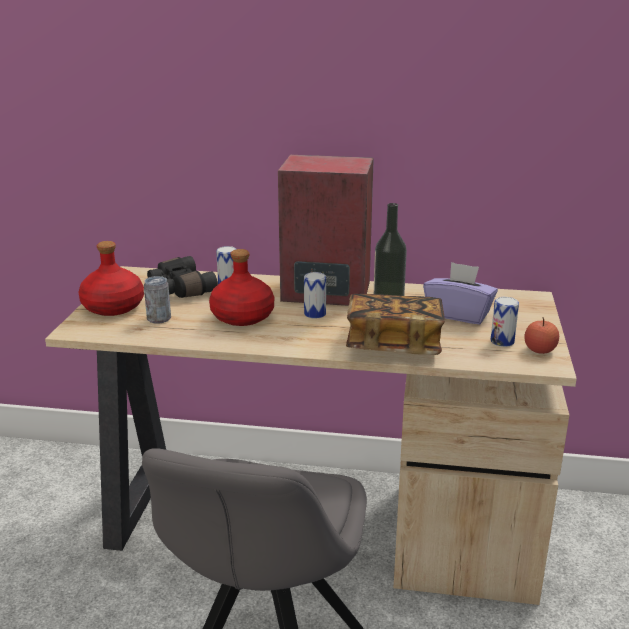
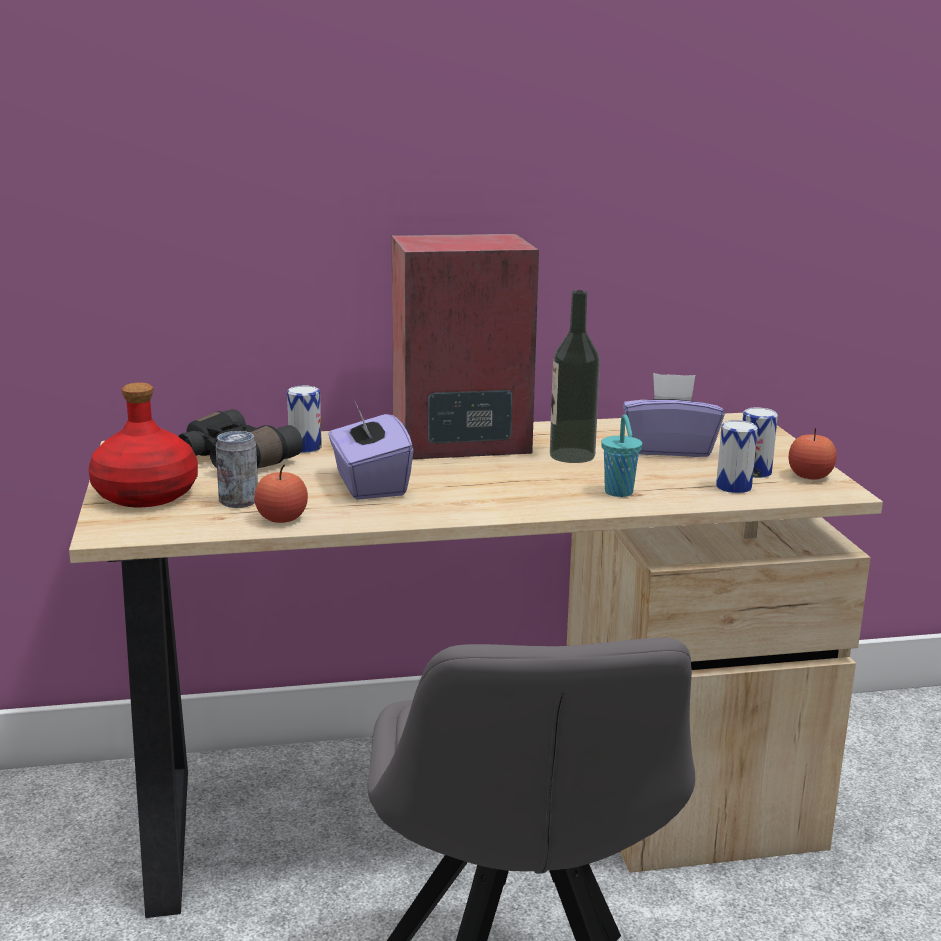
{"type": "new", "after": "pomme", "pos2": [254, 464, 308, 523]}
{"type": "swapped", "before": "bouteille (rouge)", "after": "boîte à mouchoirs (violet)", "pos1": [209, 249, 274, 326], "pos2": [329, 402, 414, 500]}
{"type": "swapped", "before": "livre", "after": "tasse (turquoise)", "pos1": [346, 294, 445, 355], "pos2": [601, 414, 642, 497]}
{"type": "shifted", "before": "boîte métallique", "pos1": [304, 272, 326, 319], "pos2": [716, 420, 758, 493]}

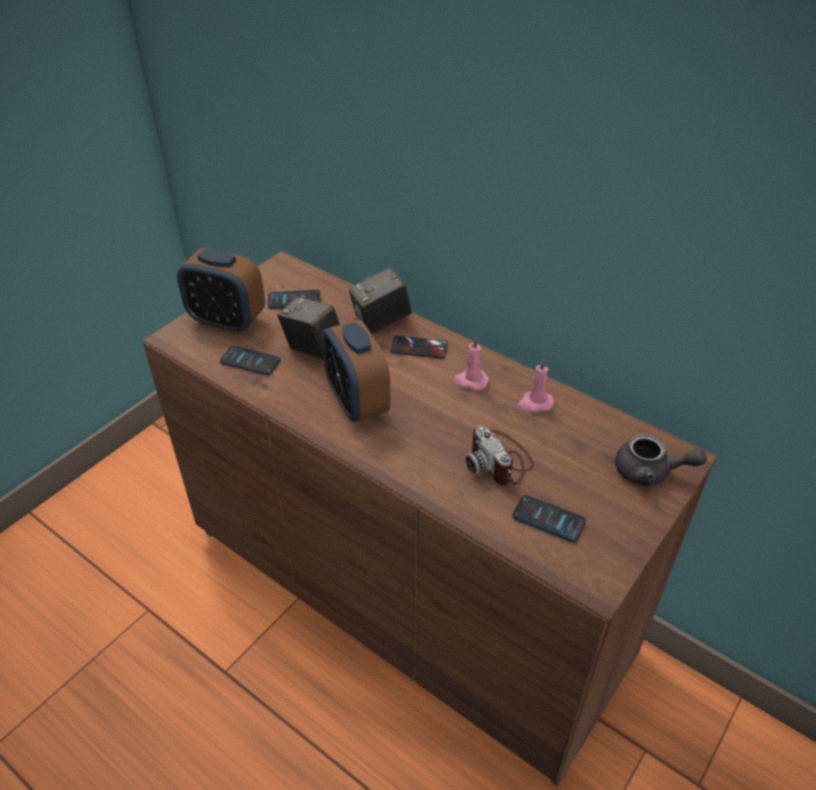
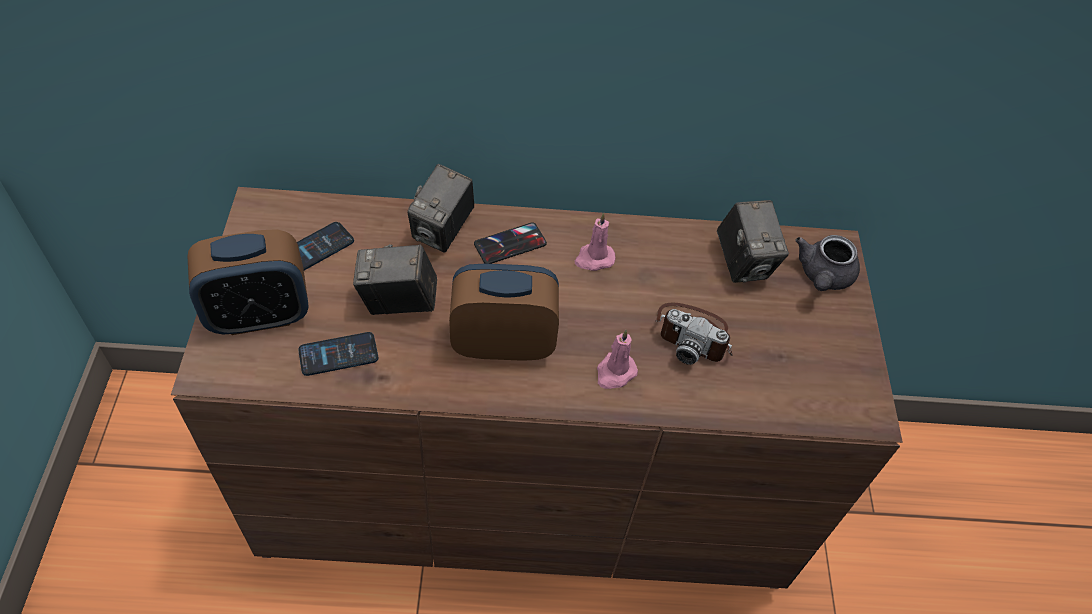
{"type": "rotated", "before": "réveil", "pos1": [322, 319, 391, 422], "pos2": [449, 264, 559, 361], "turn": 150}
{"type": "shifted", "before": "bougie (rose)", "pos1": [517, 359, 554, 413], "pos2": [597, 330, 638, 389]}
{"type": "new", "after": "appareil photo", "pos2": [717, 200, 789, 283]}
{"type": "rotated", "before": "théière (gris)", "pos1": [615, 434, 707, 487], "pos2": [796, 235, 860, 291], "turn": 135}
{"type": "gone", "before": "téléphone", "pos1": [512, 495, 586, 542]}

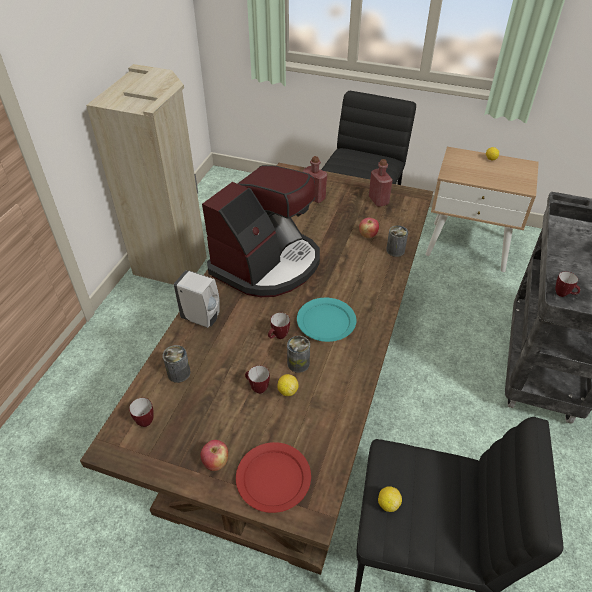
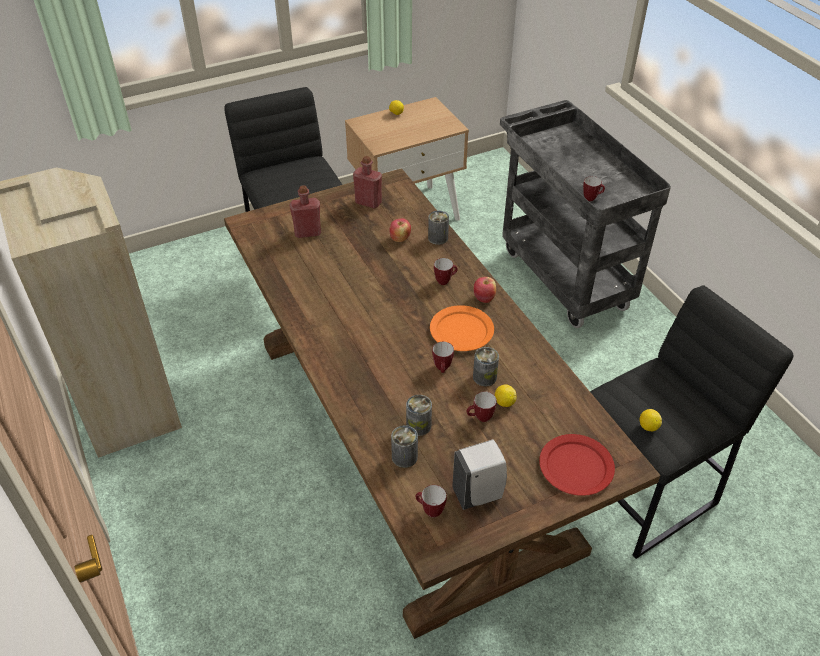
{"type": "new", "after": "boîte métallique", "pos2": [406, 395, 432, 436]}
{"type": "repainted", "before": "assiette (turquoise)", "after": "assiette (orange)", "pos1": [297, 298, 356, 342], "pos2": [430, 305, 494, 351]}
{"type": "new", "after": "mug", "pos2": [434, 258, 458, 285]}
{"type": "shifted", "before": "distributeur de savon (blanc)", "pos1": [174, 270, 220, 328], "pos2": [452, 439, 507, 510]}
{"type": "shifted", "before": "pomme", "pos1": [201, 440, 228, 471], "pos2": [473, 277, 496, 303]}
{"type": "gone", "before": "machine à café", "pos1": [202, 165, 320, 297]}

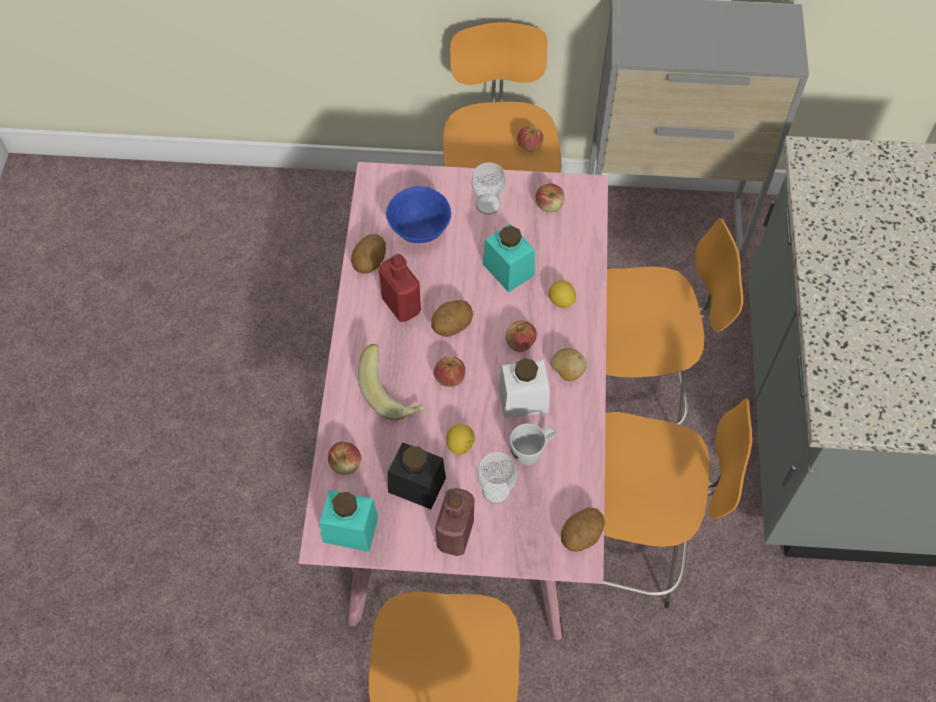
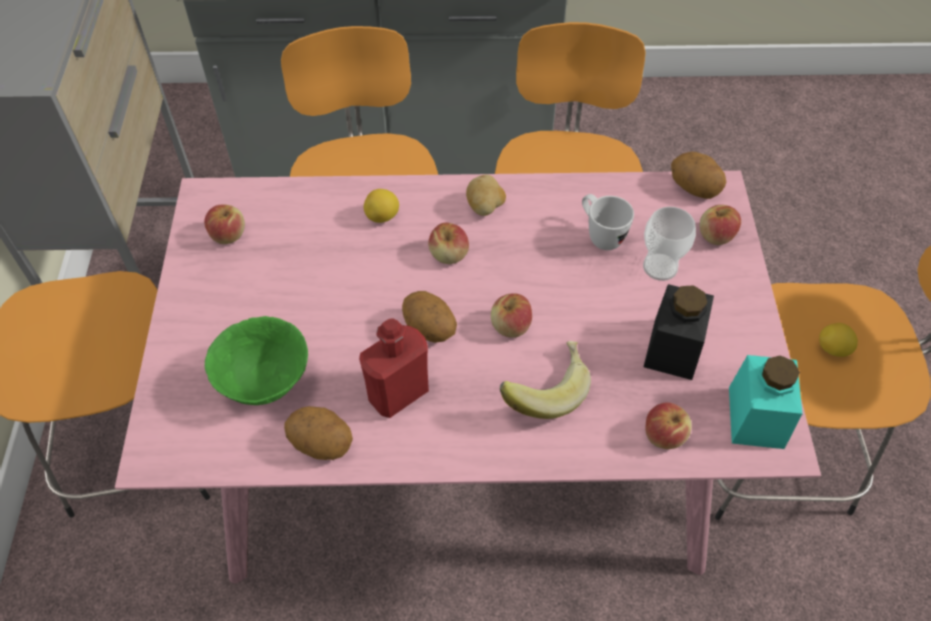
{"type": "repainted", "before": "bol (bleu)", "after": "bol (vert)", "pos1": [386, 186, 451, 243], "pos2": [205, 316, 308, 405]}
{"type": "shifted", "before": "pomme", "pos1": [517, 125, 544, 152], "pos2": [700, 205, 741, 245]}
{"type": "shifted", "before": "citron", "pos1": [446, 424, 475, 455], "pos2": [819, 323, 858, 357]}
{"type": "gone", "before": "bouteille (rouge)", "pos1": [435, 488, 474, 556]}
{"type": "gone", "before": "tasse", "pos1": [471, 163, 506, 215]}
{"type": "gone", "before": "bocal (turquoise)", "pos1": [483, 224, 535, 292]}
{"type": "gone", "before": "bocal (blanc)", "pos1": [499, 358, 550, 418]}

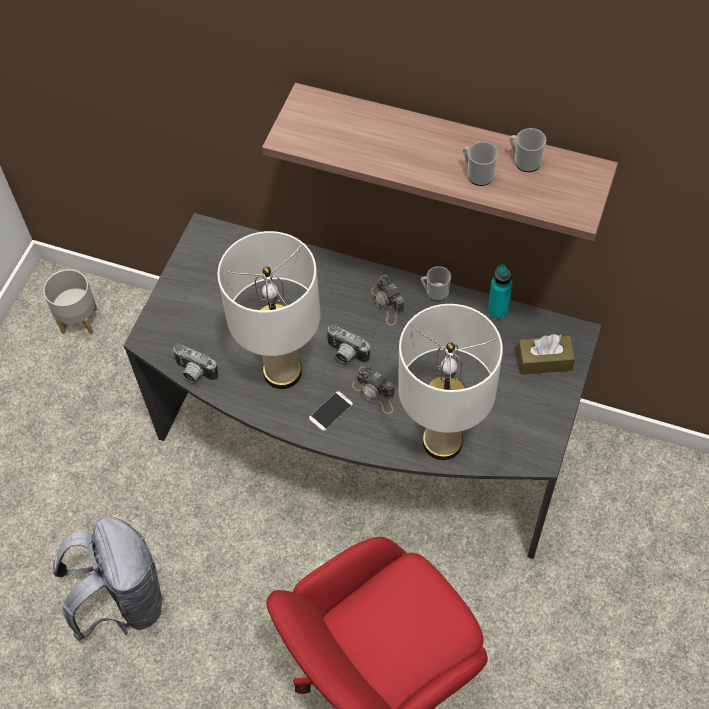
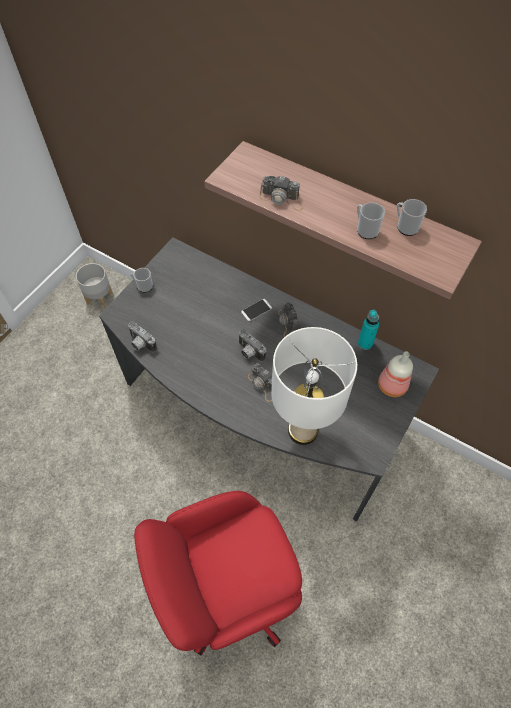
{"type": "shifted", "before": "mug", "pos1": [421, 266, 451, 301], "pos2": [131, 268, 153, 293]}
{"type": "shifted", "before": "téléphone", "pos1": [309, 391, 353, 431], "pos2": [241, 299, 272, 321]}
{"type": "new", "after": "appareil photo", "pos2": [259, 175, 304, 211]}
{"type": "swapped", "before": "boîte à mouchoirs (marron)", "after": "bouteille", "pos1": [517, 334, 575, 375], "pos2": [378, 351, 413, 397]}
{"type": "gone", "before": "sac à dos (gris)", "pos1": [53, 516, 164, 642]}
{"type": "gone", "before": "lampe de table (blanc)", "pos1": [217, 231, 321, 389]}

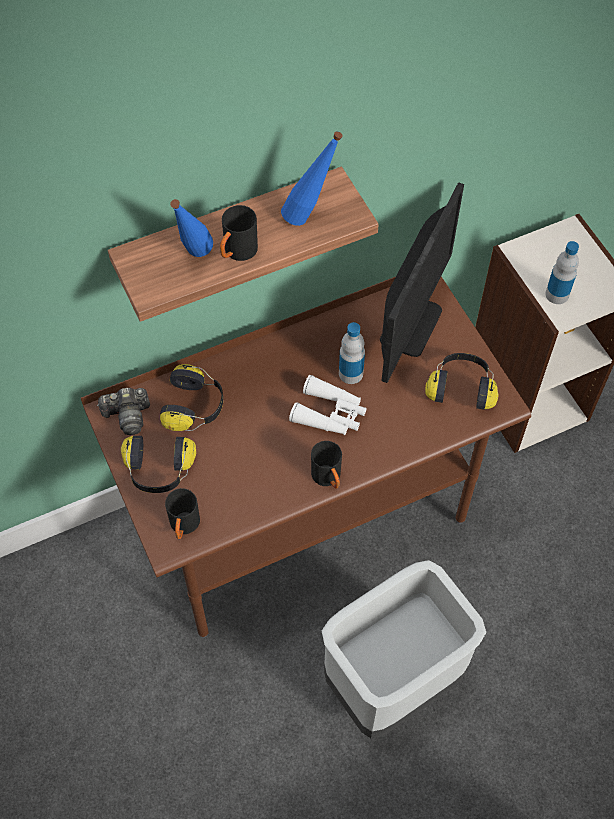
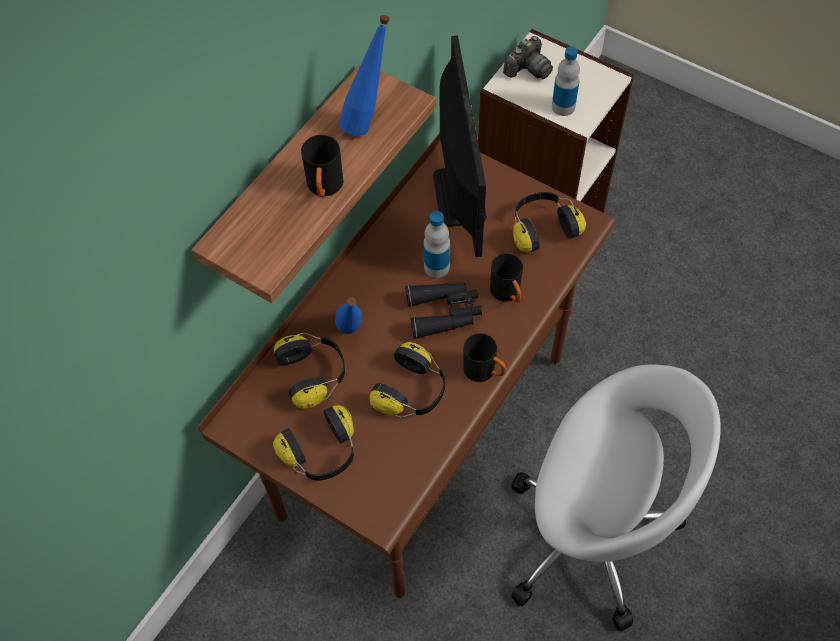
{"type": "shifted", "before": "bouteille (bleu)", "pos1": [170, 199, 213, 257], "pos2": [335, 297, 362, 334]}
{"type": "new", "after": "casque audio", "pos2": [370, 342, 445, 418]}
{"type": "repainted", "before": "jumelles (blanc)", "after": "jumelles (noir)", "pos1": [289, 375, 367, 435], "pos2": [405, 283, 482, 339]}
{"type": "shifted", "before": "mug (noir)", "pos1": [165, 488, 200, 539], "pos2": [490, 253, 523, 302]}
{"type": "shifted", "before": "appareil photo", "pos1": [97, 388, 150, 435], "pos2": [503, 36, 553, 79]}
{"type": "swapped", "before": "poubelle (gris)", "after": "chaise de bureau (blanc)", "pos1": [322, 560, 486, 738], "pos2": [511, 364, 721, 632]}

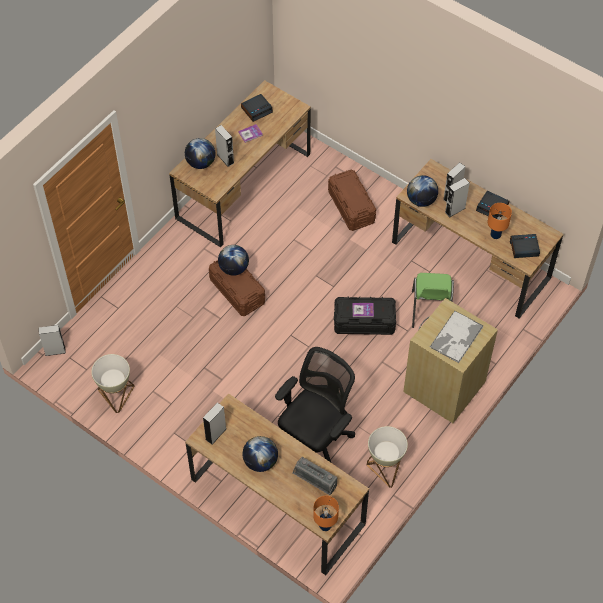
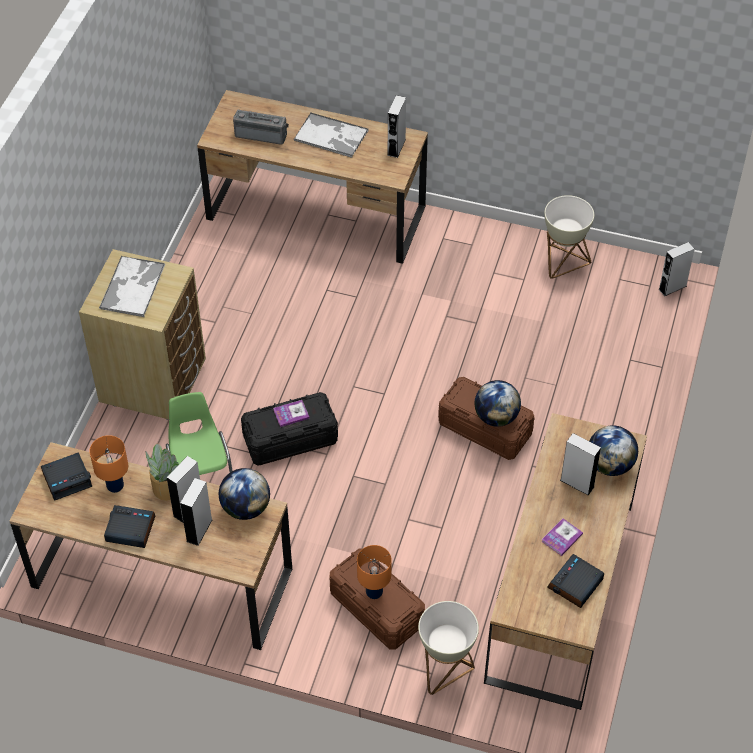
{"type": "new", "after": "plante en pot", "pos2": [145, 443, 179, 501]}
{"type": "swapped", "before": "globe", "after": "plateau", "pos1": [243, 436, 278, 472], "pos2": [294, 112, 368, 158]}
{"type": "shifted", "before": "lampe de table (orange)", "pos1": [313, 496, 339, 531], "pos2": [357, 545, 391, 599]}
{"type": "shifted", "before": "cache-pot", "pos1": [367, 426, 408, 488], "pos2": [418, 601, 479, 695]}
{"type": "gone", "before": "chaise de bureau (noir)", "pos1": [275, 347, 355, 462]}

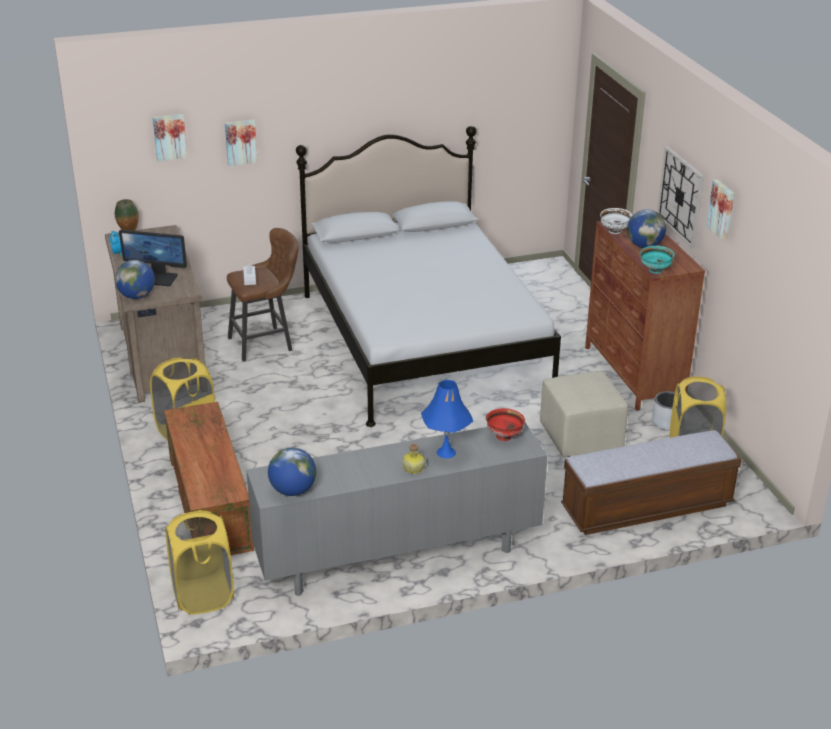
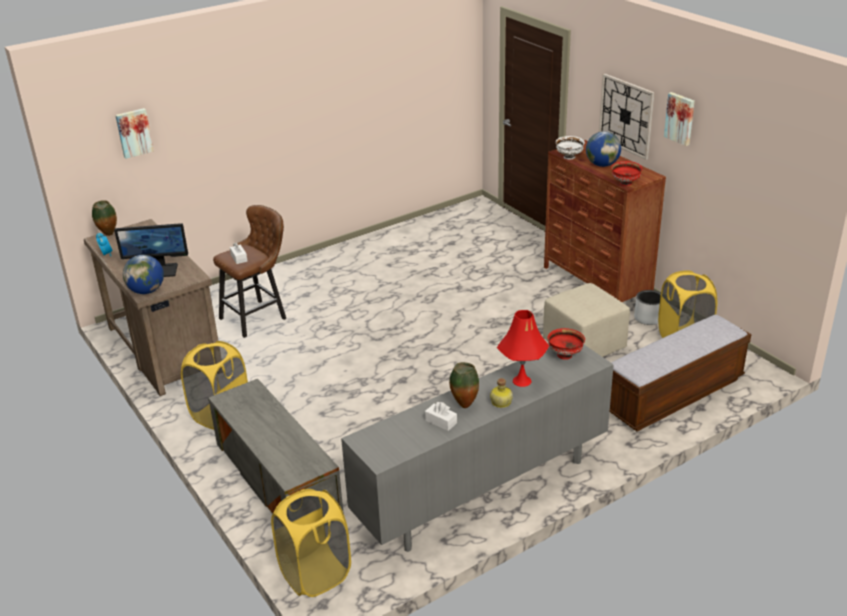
{"type": "repainted", "before": "banc (marron)", "after": "banc (gris)", "pos1": [164, 402, 254, 555], "pos2": [208, 379, 344, 514]}
{"type": "new", "after": "boîte à mouchoirs (blanc)", "pos2": [425, 402, 457, 431]}
{"type": "new", "after": "vase", "pos2": [449, 362, 479, 408]}
{"type": "repainted", "before": "lampe de table (bleu)", "after": "lampe de table (rouge)", "pos1": [421, 380, 473, 458], "pos2": [497, 310, 549, 387]}
{"type": "repainted", "before": "bol (turquoise)", "after": "bol (rouge)", "pos1": [640, 246, 675, 274], "pos2": [611, 161, 643, 186]}
{"type": "gone", "before": "tableau", "pos1": [225, 119, 258, 166]}
{"type": "gone", "before": "globe", "pos1": [268, 448, 316, 496]}
{"type": "gone", "before": "lit (blanc)", "pos1": [296, 126, 561, 427]}

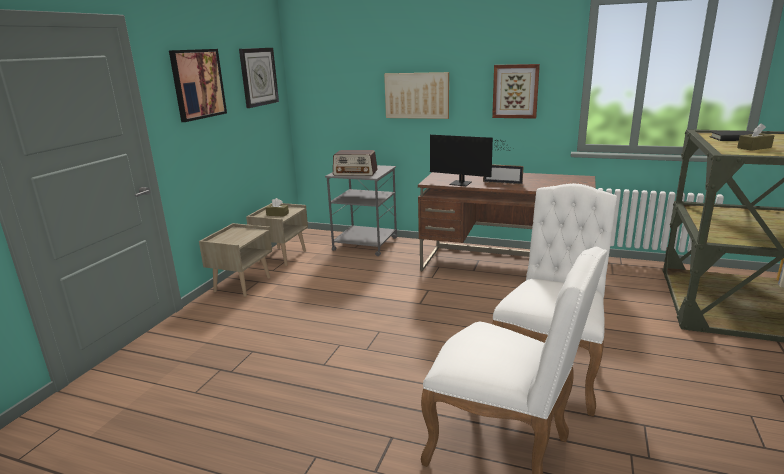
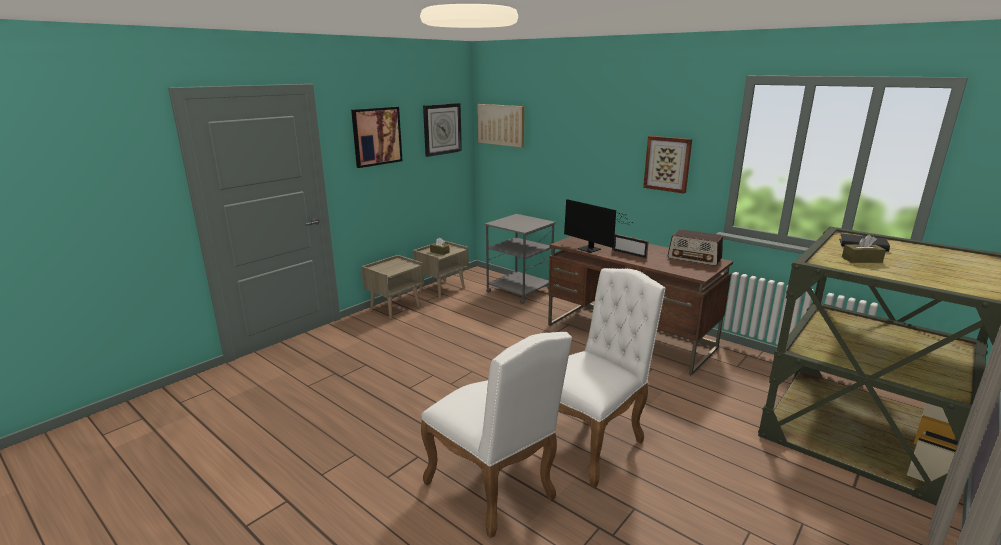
{"type": "shifted", "before": "tableau", "pos1": [384, 72, 449, 119], "pos2": [477, 104, 524, 148]}
{"type": "shifted", "before": "radio", "pos1": [333, 150, 378, 176], "pos2": [668, 229, 723, 266]}

